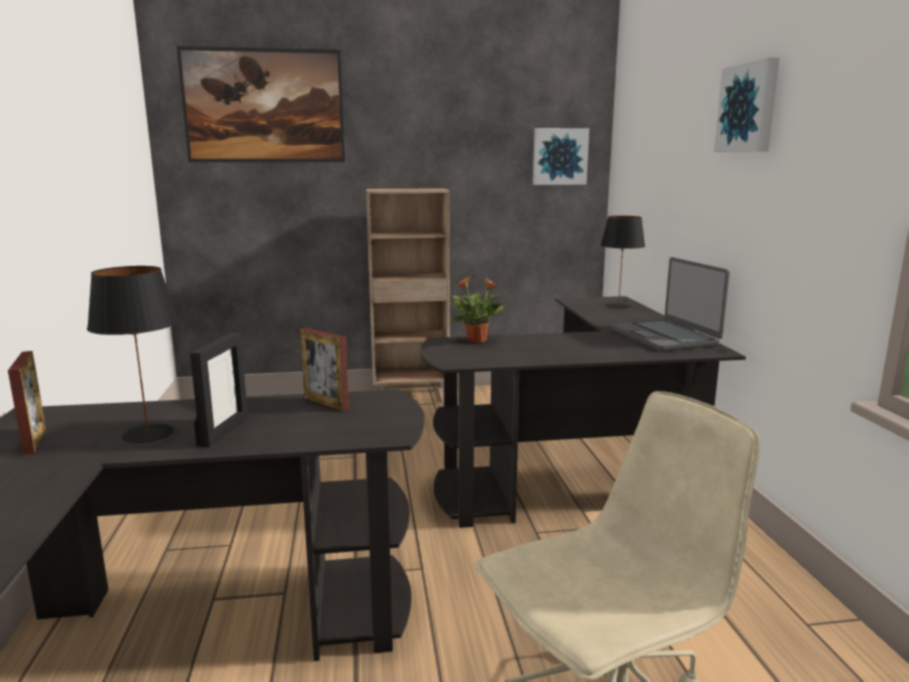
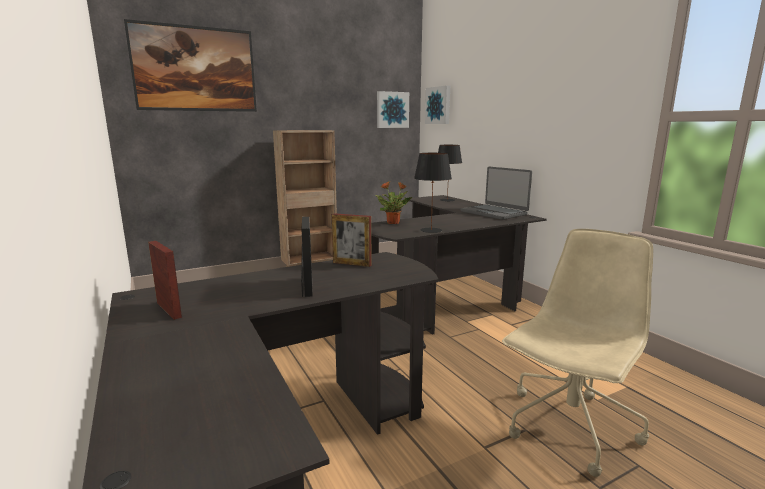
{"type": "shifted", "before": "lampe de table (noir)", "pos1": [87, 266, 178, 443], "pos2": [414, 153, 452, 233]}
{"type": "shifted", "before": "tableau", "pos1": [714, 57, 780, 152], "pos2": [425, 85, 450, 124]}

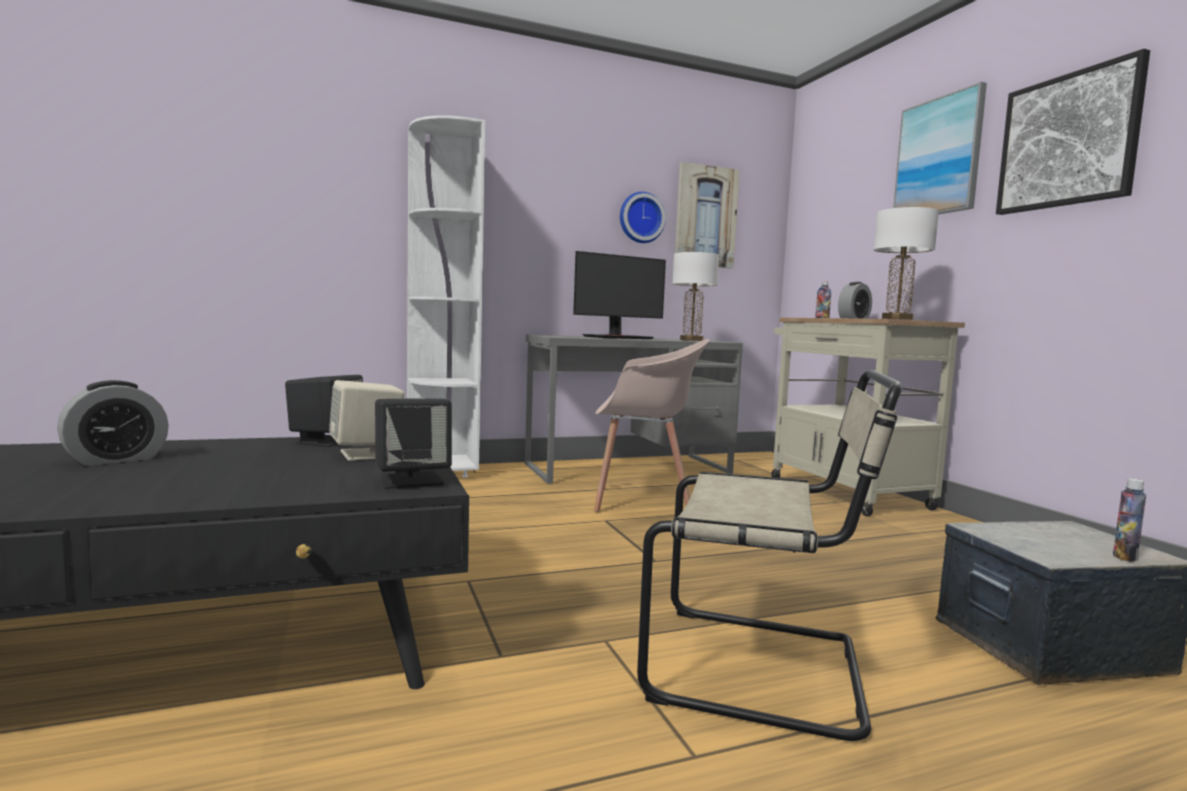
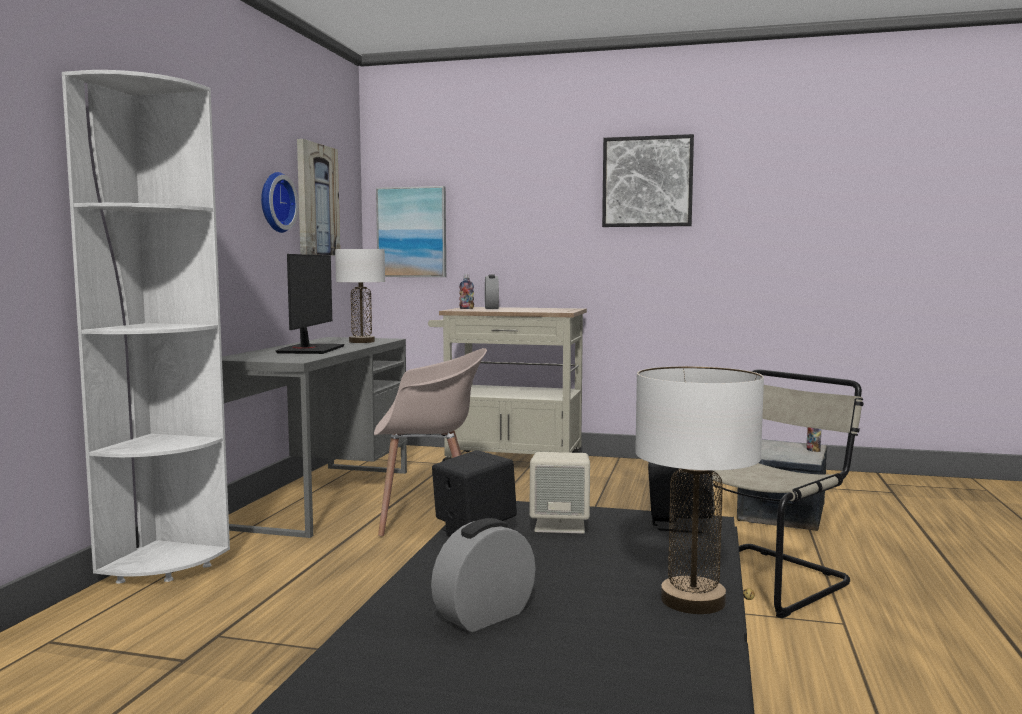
{"type": "rotated", "before": "chaise (beige)", "pos1": [594, 339, 709, 512], "pos2": [374, 348, 487, 537], "turn": 45}
{"type": "shifted", "before": "tableau", "pos1": [893, 82, 987, 215], "pos2": [376, 186, 446, 277]}
{"type": "rotated", "before": "réveil", "pos1": [57, 380, 169, 466], "pos2": [431, 518, 536, 632], "turn": -120}
{"type": "shifted", "before": "lampe de table", "pos1": [874, 207, 939, 320], "pos2": [635, 366, 764, 614]}

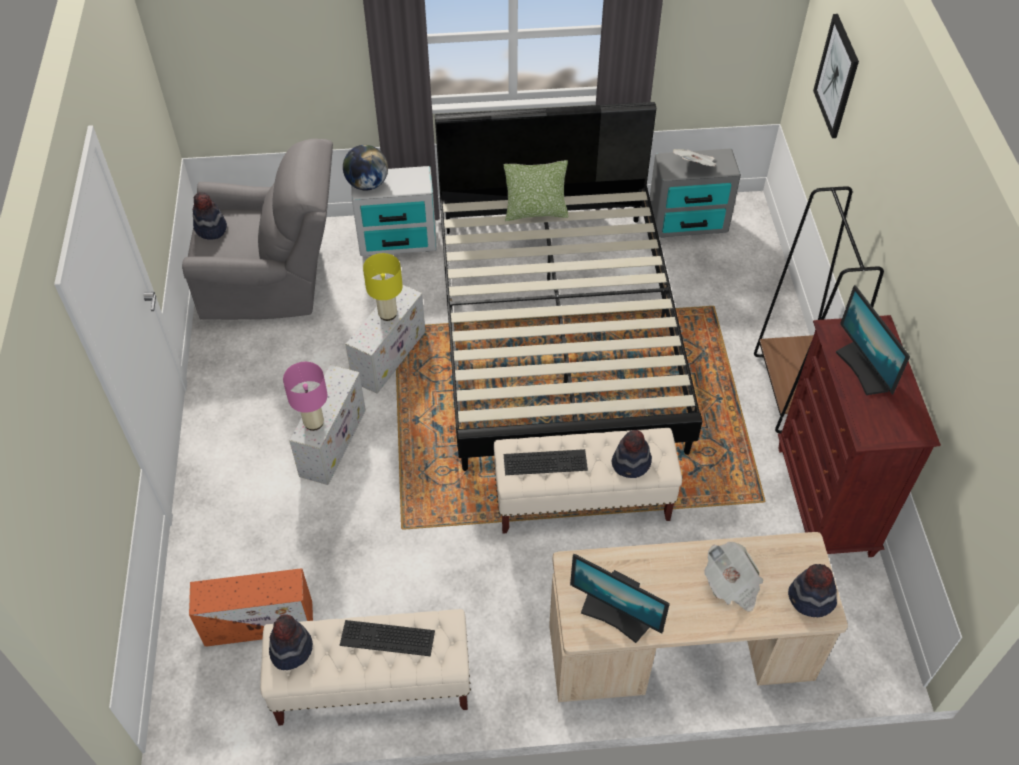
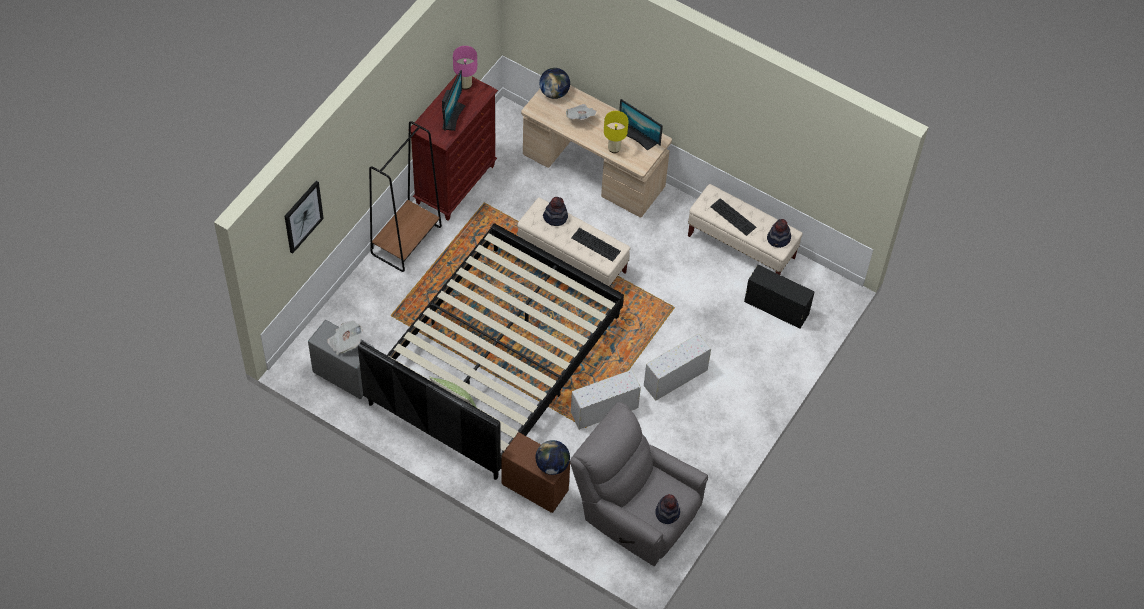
{"type": "shifted", "before": "lampe de table (rose)", "pos1": [283, 362, 327, 431], "pos2": [453, 46, 477, 90]}
{"type": "repainted", "before": "table de chevet (blanc)", "after": "table de chevet (marron)", "pos1": [351, 166, 437, 256], "pos2": [502, 432, 570, 513]}
{"type": "swapped", "before": "chapeau", "after": "globe", "pos1": [788, 564, 837, 617], "pos2": [539, 68, 570, 99]}
{"type": "shifted", "before": "lampe de table (jaune)", "pos1": [363, 253, 402, 321], "pos2": [604, 111, 628, 153]}
{"type": "rotated", "before": "écran d'ordinateur", "pos1": [570, 554, 670, 643], "pos2": [619, 99, 663, 151], "turn": 150}
{"type": "repainted", "before": "boîte de rangement (orange)", "after": "boîte de rangement (noir)", "pos1": [189, 568, 313, 646], "pos2": [744, 265, 814, 329]}

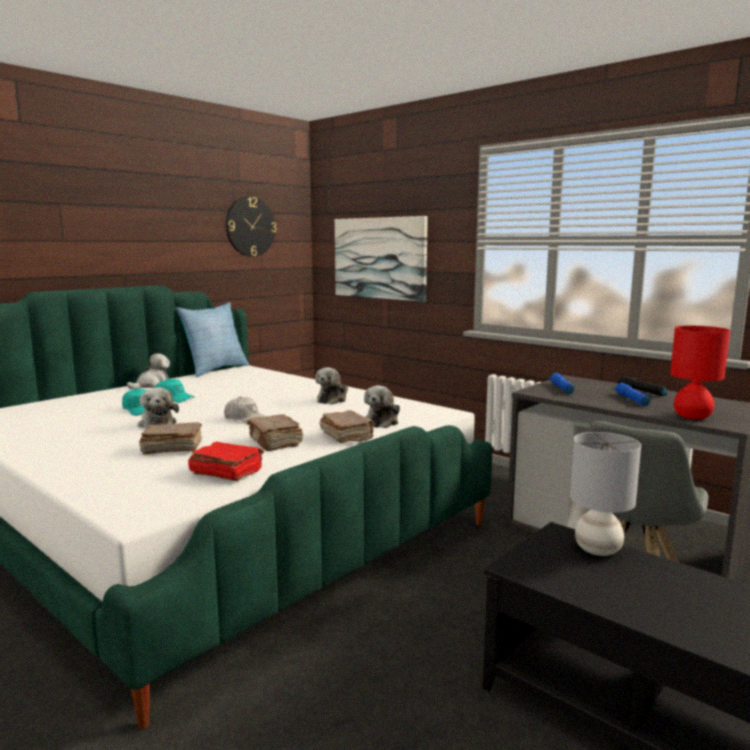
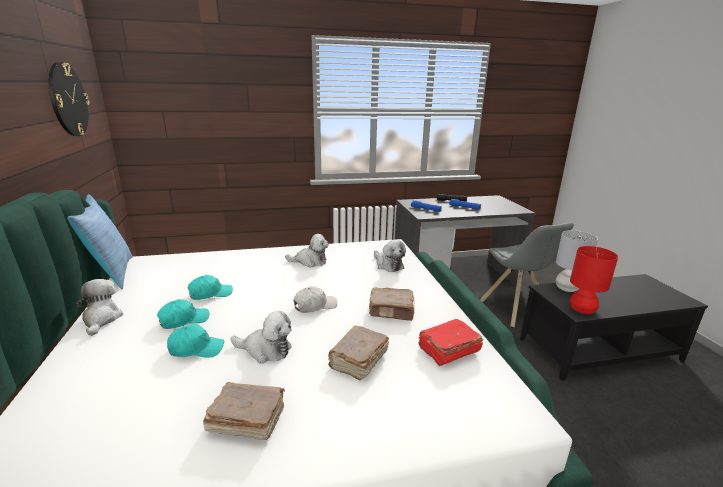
{"type": "new", "after": "casquette (turquoise)", "pos2": [188, 275, 233, 300]}
{"type": "shifted", "before": "livre (marron)", "pos1": [319, 410, 375, 443], "pos2": [203, 382, 285, 440]}
{"type": "rotated", "before": "peluche", "pos1": [315, 367, 348, 404], "pos2": [285, 234, 329, 267], "turn": -60}
{"type": "shifted", "before": "lampe de table (rouge)", "pos1": [670, 326, 730, 420], "pos2": [570, 246, 618, 314]}
{"type": "gone", "before": "tableau", "pos1": [335, 216, 428, 302]}

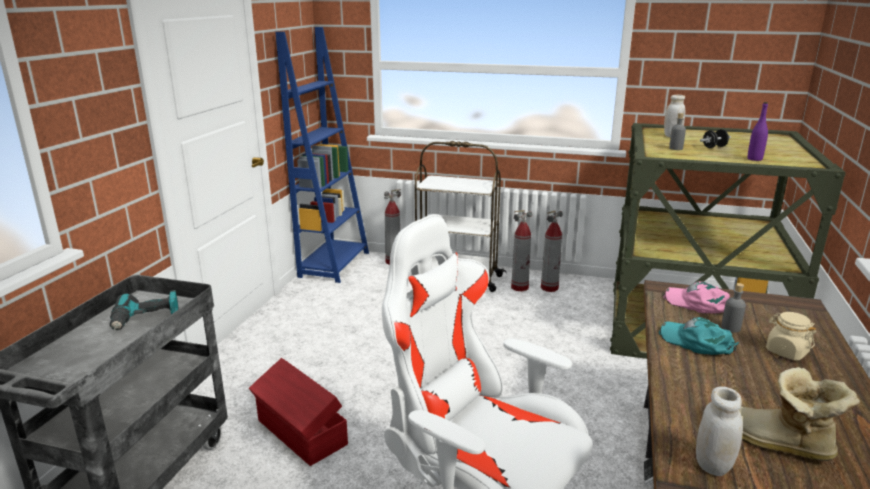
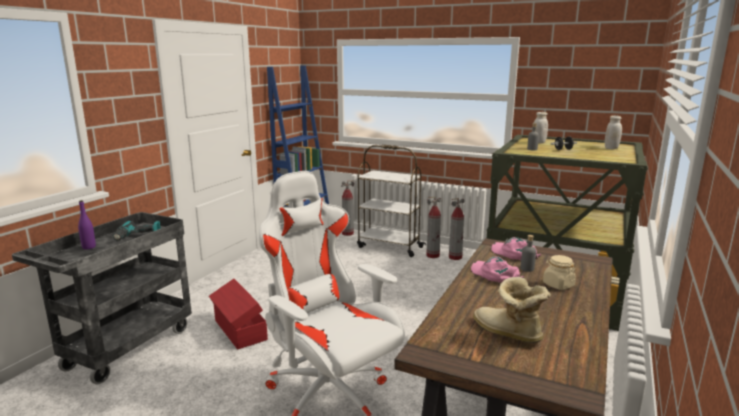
{"type": "shifted", "before": "bouteille (violet)", "pos1": [748, 102, 768, 161], "pos2": [78, 200, 96, 249]}
{"type": "repainted", "before": "casquette (turquoise)", "after": "casquette (rose)", "pos1": [659, 317, 739, 355], "pos2": [471, 256, 525, 282]}
{"type": "shifted", "before": "bocal (blanc)", "pos1": [696, 386, 743, 476], "pos2": [605, 115, 622, 149]}

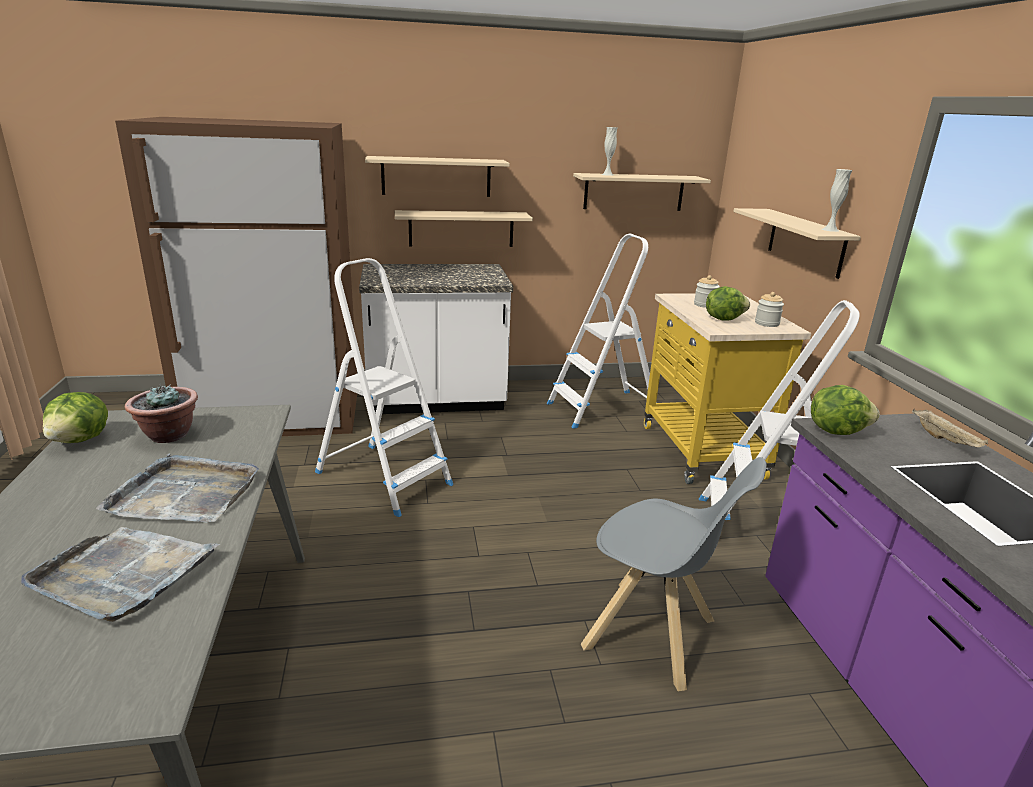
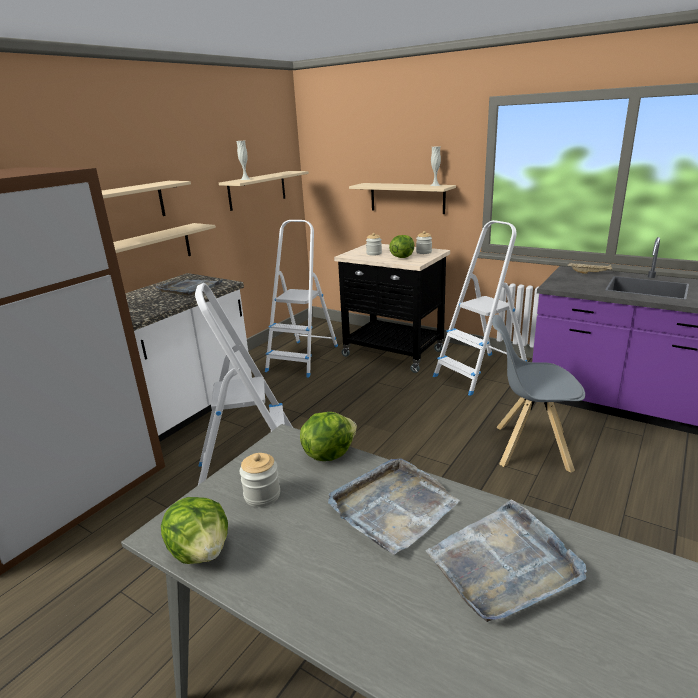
{"type": "new", "after": "plateau (gris)", "pos2": [156, 279, 222, 296]}
{"type": "swapped", "before": "plante en pot", "after": "bocal", "pos1": [125, 384, 198, 443], "pos2": [240, 453, 280, 507]}
{"type": "shifted", "before": "laitue", "pos1": [811, 385, 880, 435], "pos2": [300, 412, 357, 461]}
{"type": "repainted", "before": "chariot (jaune)", "after": "chariot (noir)", "pos1": [644, 293, 811, 484], "pos2": [334, 244, 450, 373]}
{"type": "rotated", "before": "chaise (gris)", "pos1": [581, 457, 767, 692], "pos2": [492, 314, 585, 473], "turn": -150}

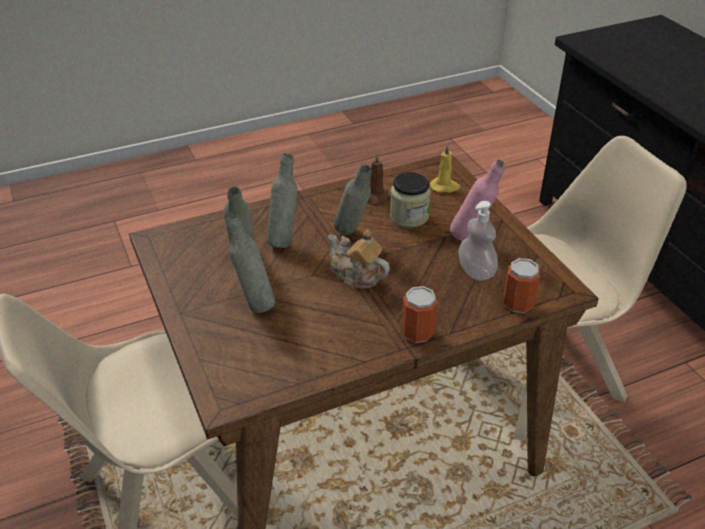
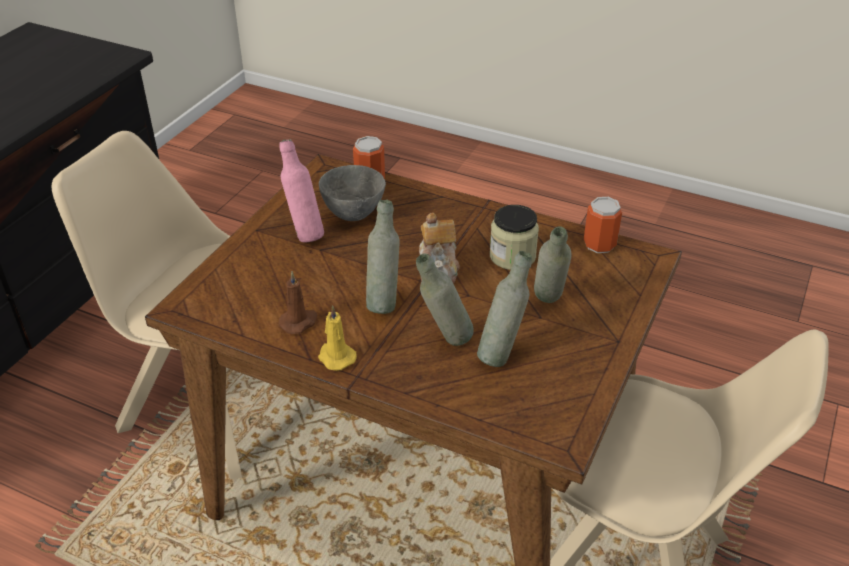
{"type": "shifted", "before": "bougie (jaune)", "pos1": [430, 144, 461, 193], "pos2": [318, 305, 357, 371]}
{"type": "swapped", "before": "distributeur de savon", "after": "bol (gris)", "pos1": [458, 201, 498, 281], "pos2": [319, 165, 386, 221]}
{"type": "shifted", "before": "bocal", "pos1": [390, 172, 431, 228], "pos2": [490, 205, 539, 270]}
{"type": "shifted", "before": "boîte métallique", "pos1": [402, 286, 438, 343], "pos2": [584, 197, 622, 253]}

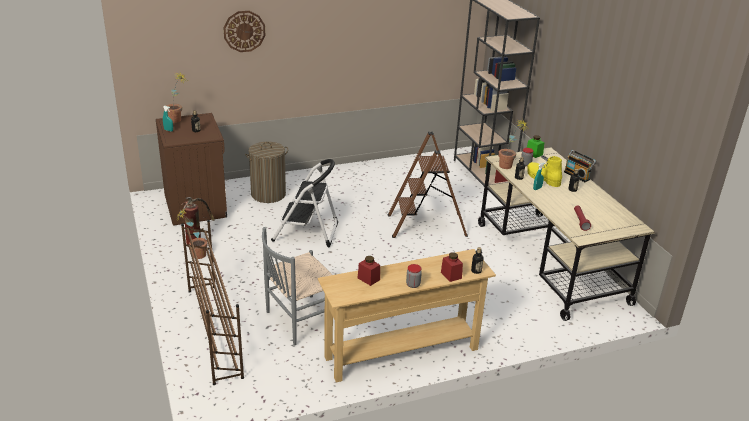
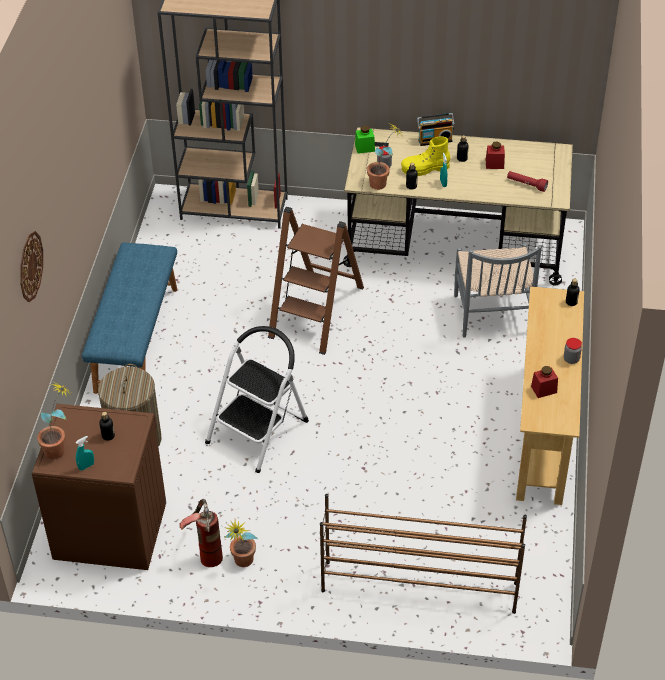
{"type": "new", "after": "banc (bleu)", "pos2": [82, 243, 177, 394]}
{"type": "shifted", "before": "chaise (gris)", "pos1": [262, 227, 332, 345], "pos2": [454, 243, 542, 338]}
{"type": "shifted", "before": "bocal (rouge)", "pos1": [441, 252, 463, 282], "pos2": [486, 141, 505, 169]}

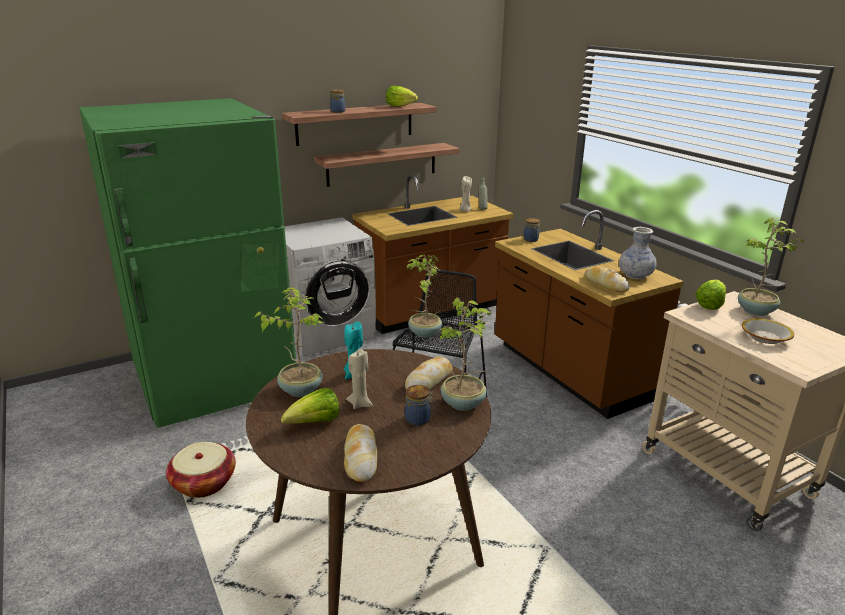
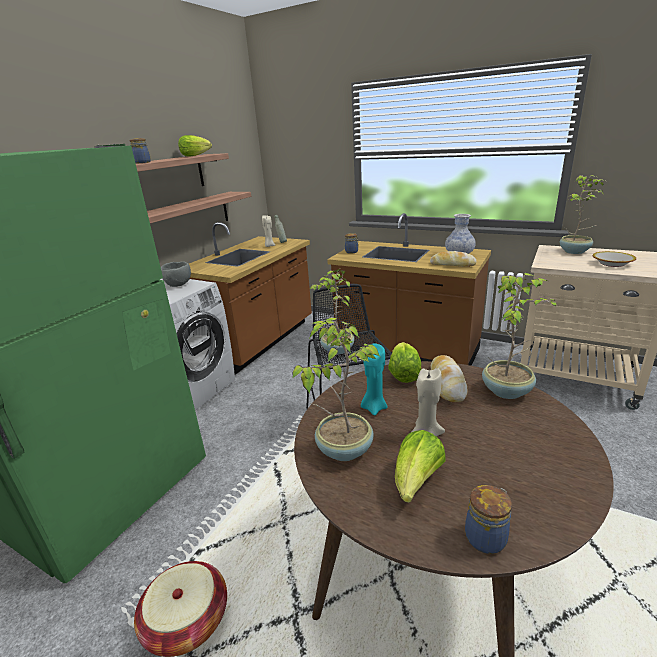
{"type": "new", "after": "bol (gris)", "pos2": [161, 261, 191, 287]}
{"type": "shifted", "before": "laitue", "pos1": [695, 280, 726, 310], "pos2": [388, 342, 421, 383]}
{"type": "shifted", "before": "bocal", "pos1": [405, 385, 434, 426], "pos2": [465, 485, 512, 554]}
{"type": "gone", "before": "pain", "pos1": [344, 424, 377, 482]}

